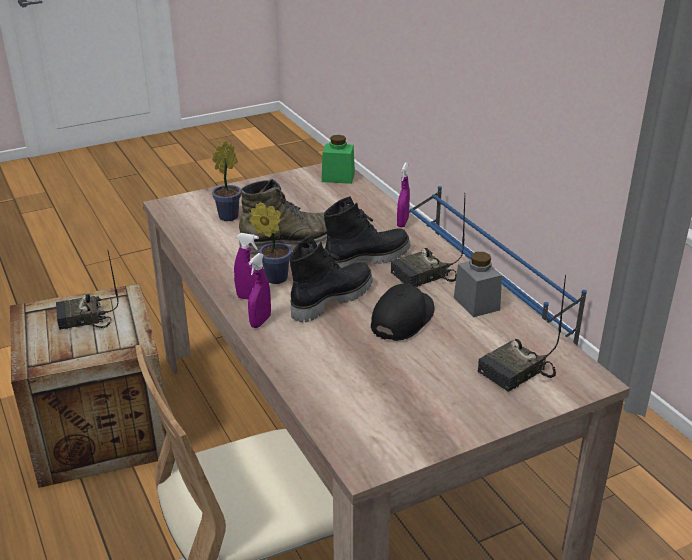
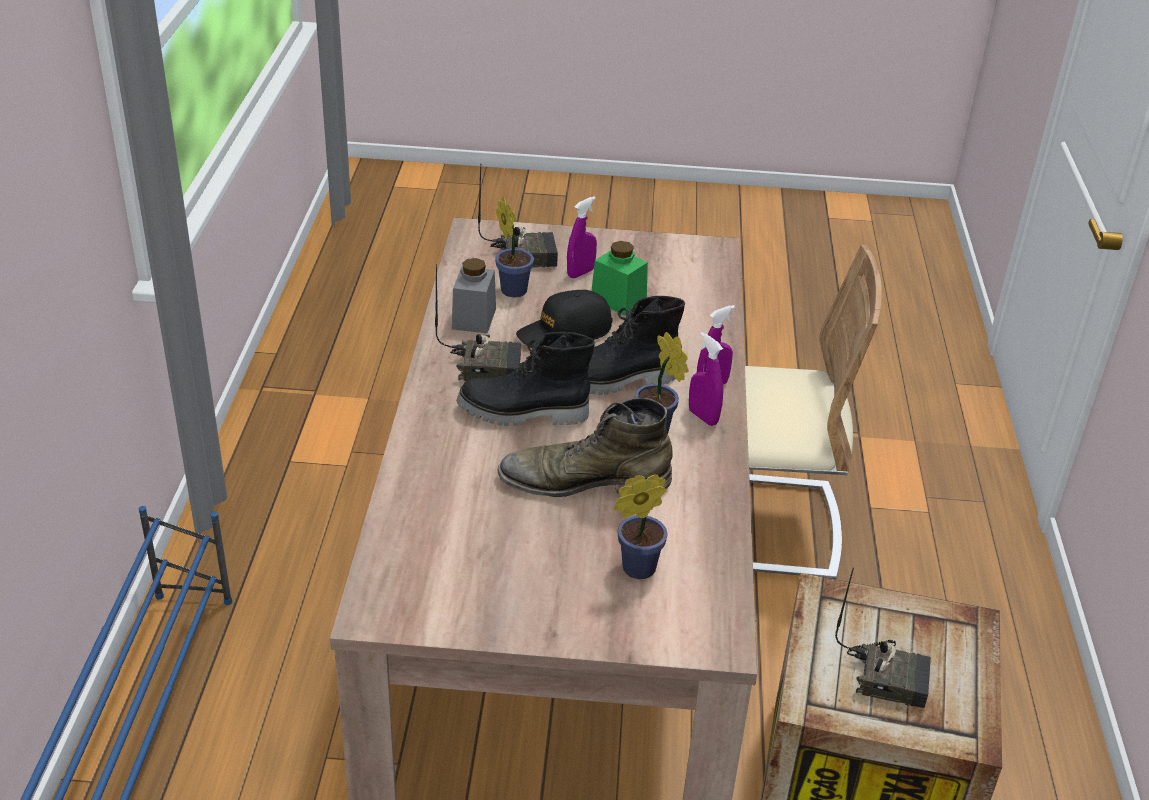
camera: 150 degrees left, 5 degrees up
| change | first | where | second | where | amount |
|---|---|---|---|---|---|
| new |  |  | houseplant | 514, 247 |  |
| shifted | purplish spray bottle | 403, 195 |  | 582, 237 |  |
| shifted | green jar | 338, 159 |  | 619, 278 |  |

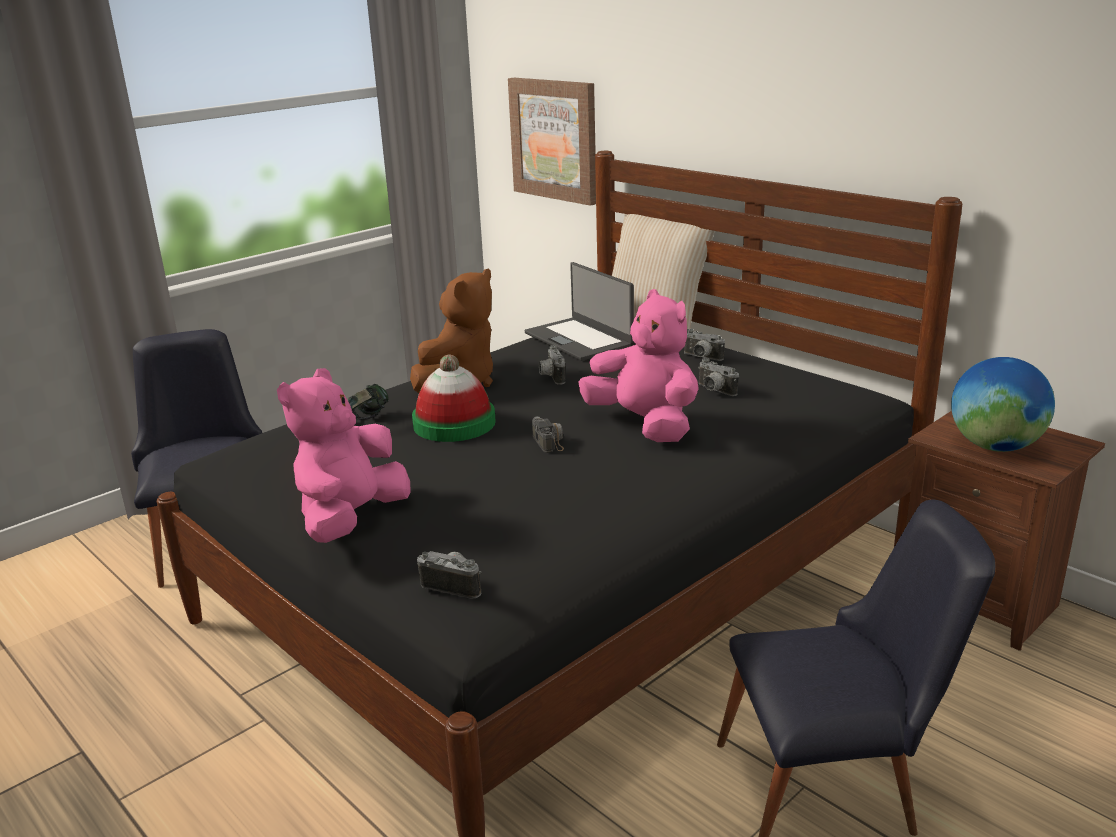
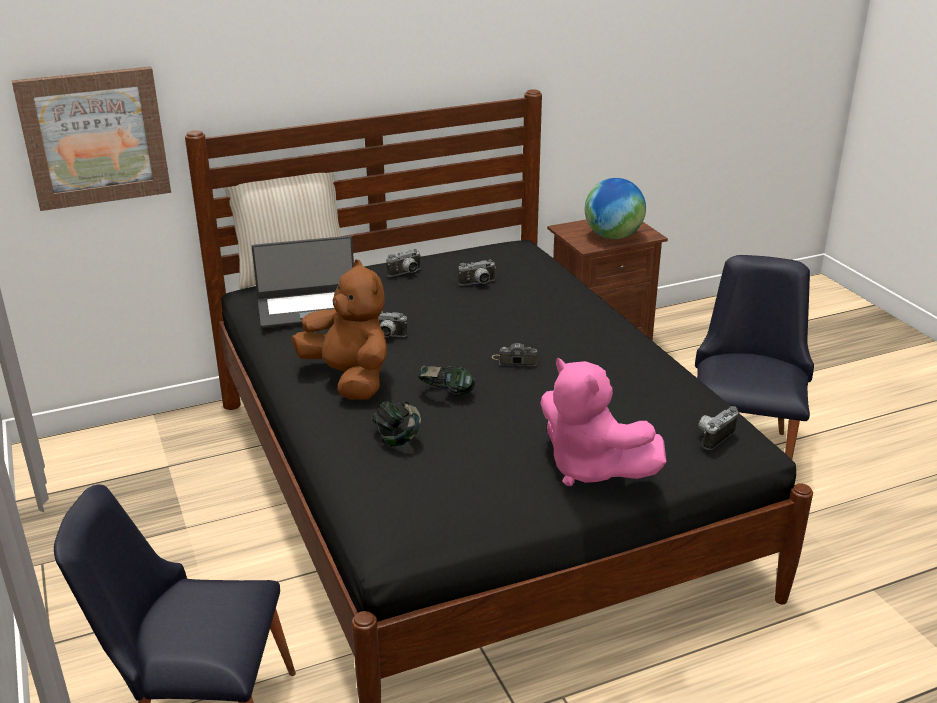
camera: 70 degrees left, 5 degrees up
| change | first | where | second | where | amount |
|---|---|---|---|---|---|
| swapped | clothing hat | 454, 398 | headset | 446, 381 |  |
| gone | pink-coloured plush toy | 639, 365 |  |  |  |

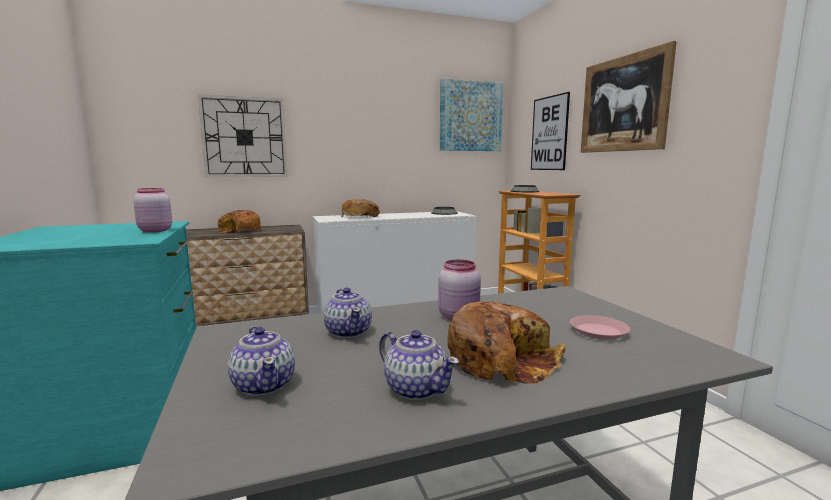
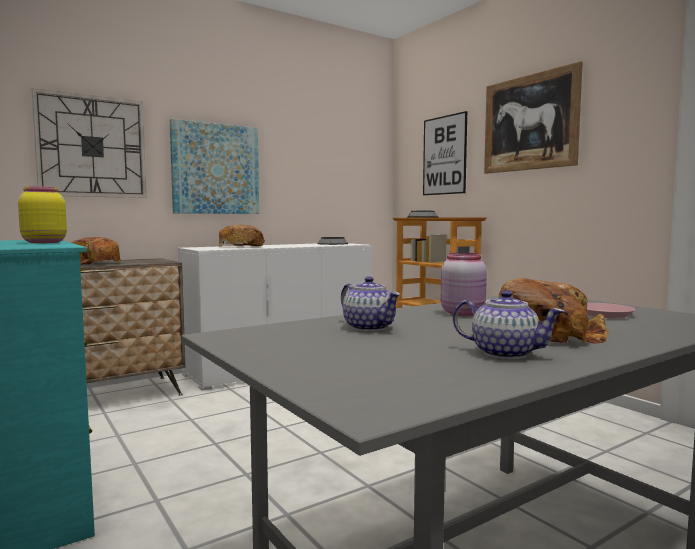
camera: 15 degrees left, 5 degrees down
| change | first | where | second | where | amount |
|---|---|---|---|---|---|
| repainted | pink-coloured jar | 152, 210 | yellowish jar | 42, 214 |  |
| shifted | picture | 471, 114 |  | 214, 166 |  |
| gone | tea pot | 261, 361 |  |  |  |

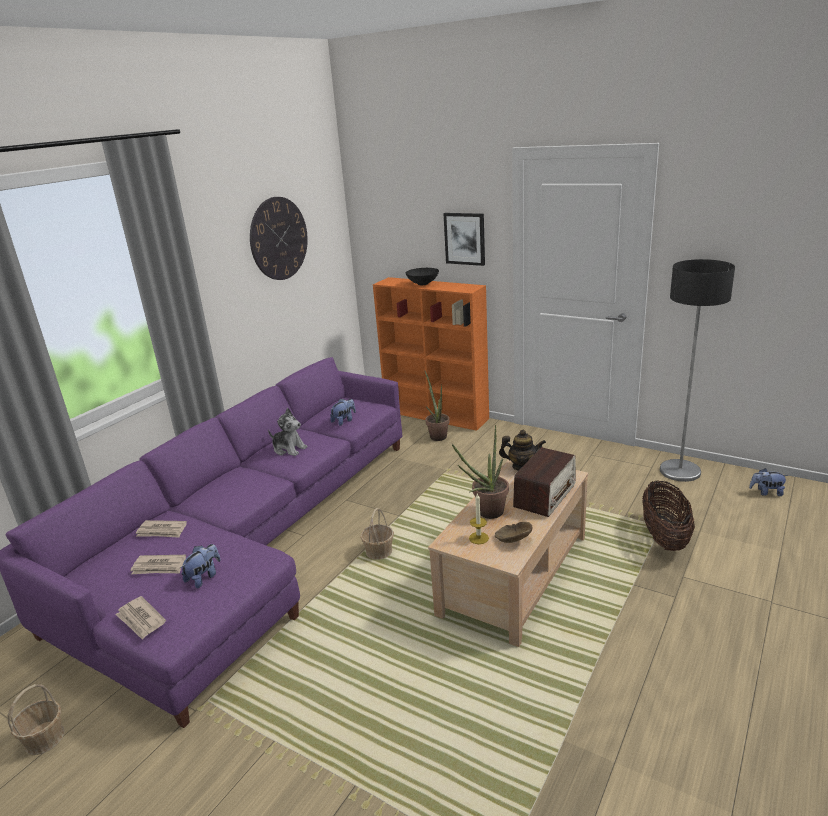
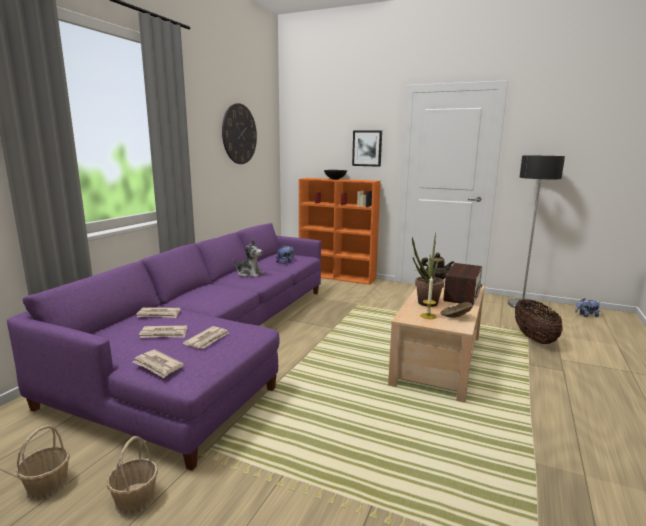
camera: 10 degrees left, 10 degrees down
| change | first | where | second | where | amount |
|---|---|---|---|---|---|
| shifted | basket | 377, 534 |  | 132, 476 |  |
| swapped | plush toy | 201, 566 | daily paper | 206, 337 |  |
| gone | houseplant | 437, 406 |  |  |  |

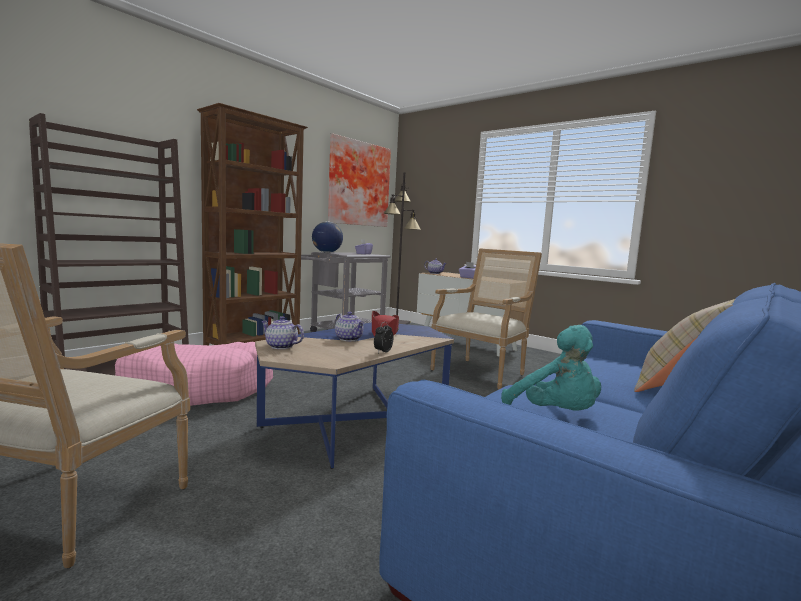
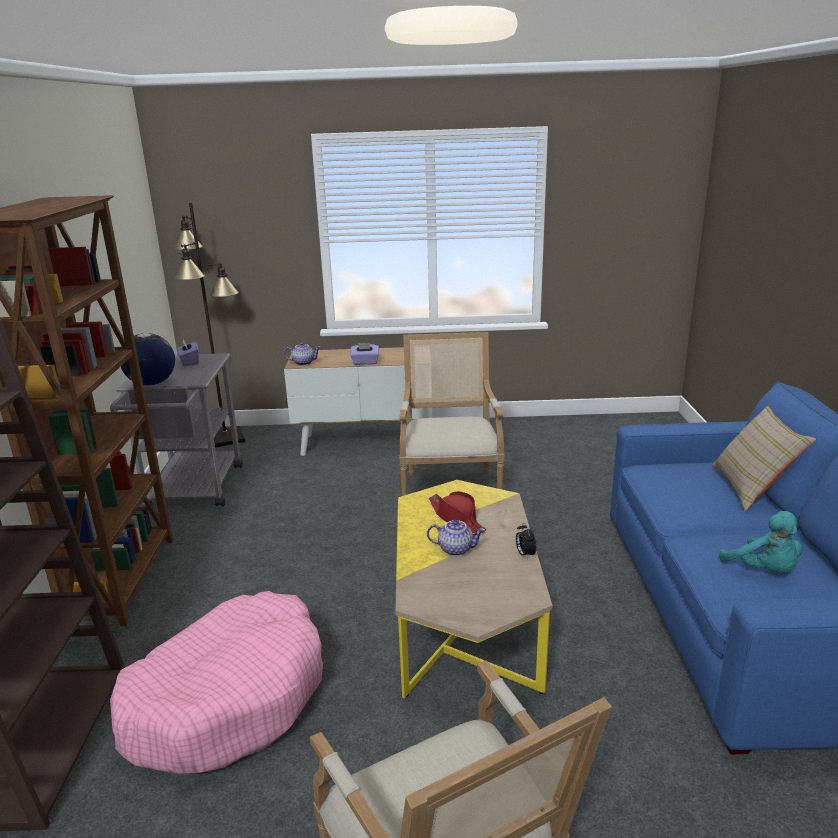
camera: 40 degrees left, 15 degrees up
| change | first | where | second | where | amount |
|---|---|---|---|---|---|
| repainted | bluish lounge table | 354, 395 | yellowish lounge table | 473, 589 |  |
| rotated | blue-green plush toy | 551, 368 |  | 760, 541 | 45 degrees clockwise |
| gone | tea pot | 282, 332 |  |  |  |
| gone | picture | 359, 180 |  |  |  |

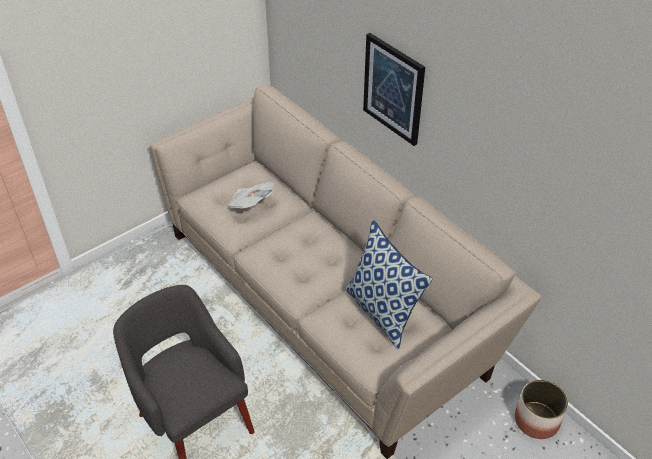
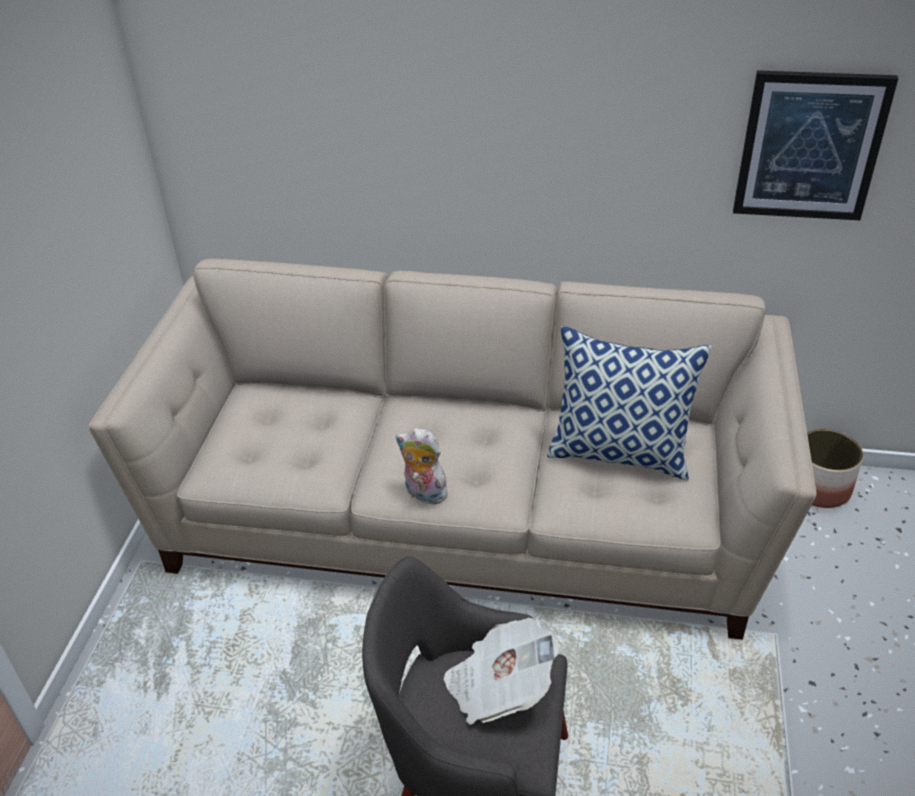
camera: 40 degrees left, 5 degrees down
| change | first | where | second | where | amount |
|---|---|---|---|---|---|
| new |  |  | plush toy | 424, 466 |  |
| shifted | daily paper | 251, 195 |  | 502, 671 |  |
| shifted | picture | 394, 89 |  | 815, 145 |  |

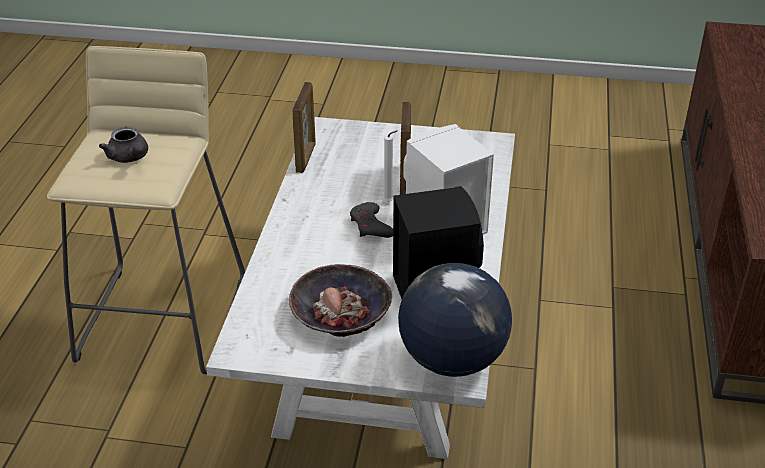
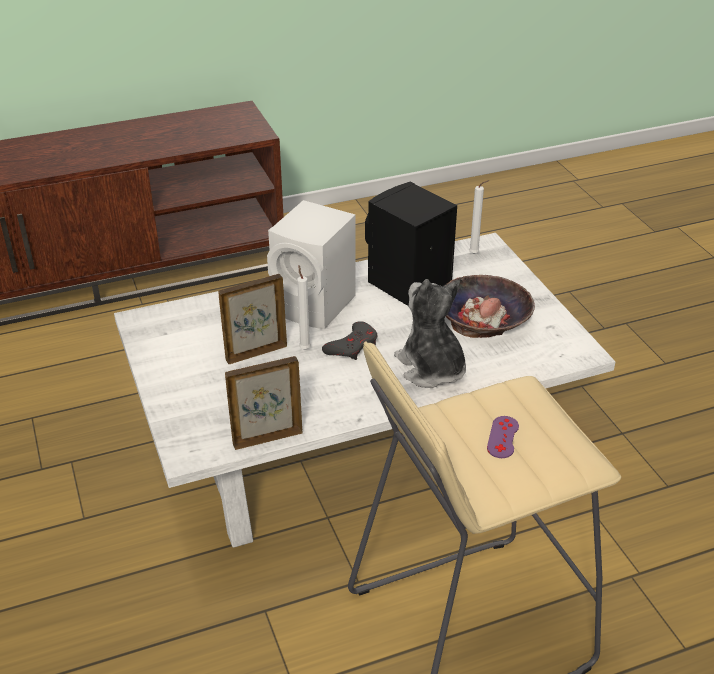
camera: 120 degrees left, 0 degrees up
| change | first | where | second | where | amount |
|---|---|---|---|---|---|
| new |  |  | plush toy | 430, 333 |  |
| swapped | globe | 455, 320 | white-coloured candle | 479, 217 |  |
| swapped | greyish tea pot | 123, 145 | purplish joypad | 503, 437 |  |

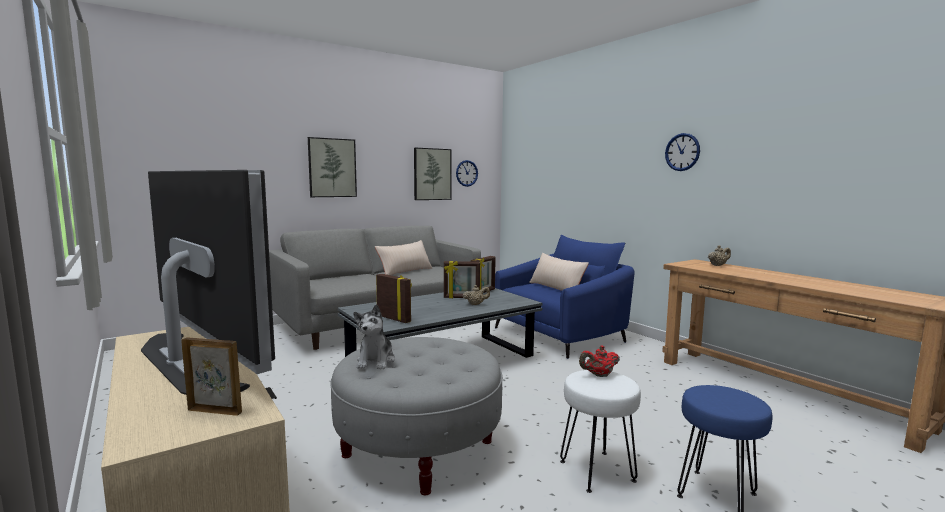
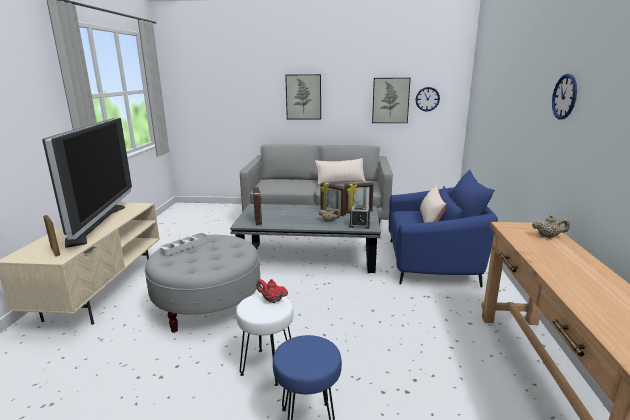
camera: 40 degrees right, 10 degrees up
| change | first | where | second | where | amount |
|---|---|---|---|---|---|
| swapped | plush toy | 374, 336 | greyish tray | 183, 244 |  |
| new |  |  | table clock | 359, 217 |  |

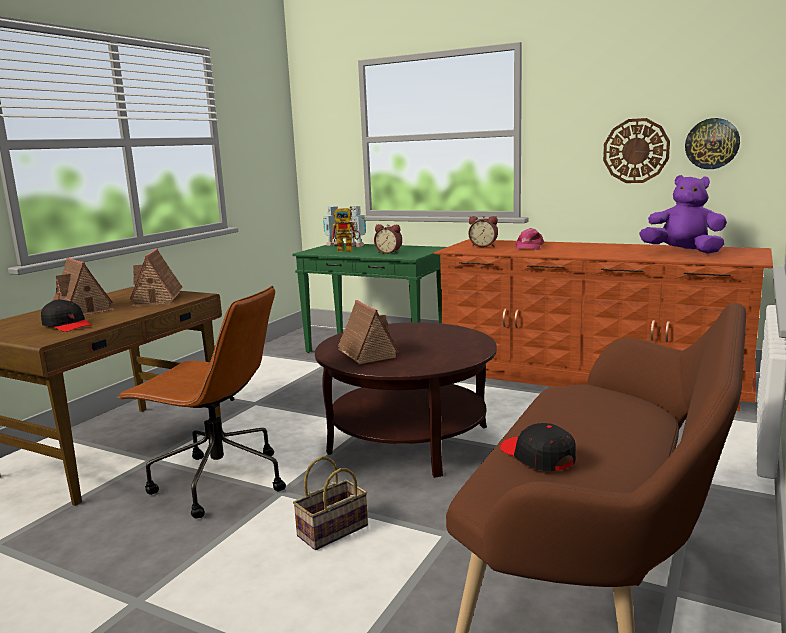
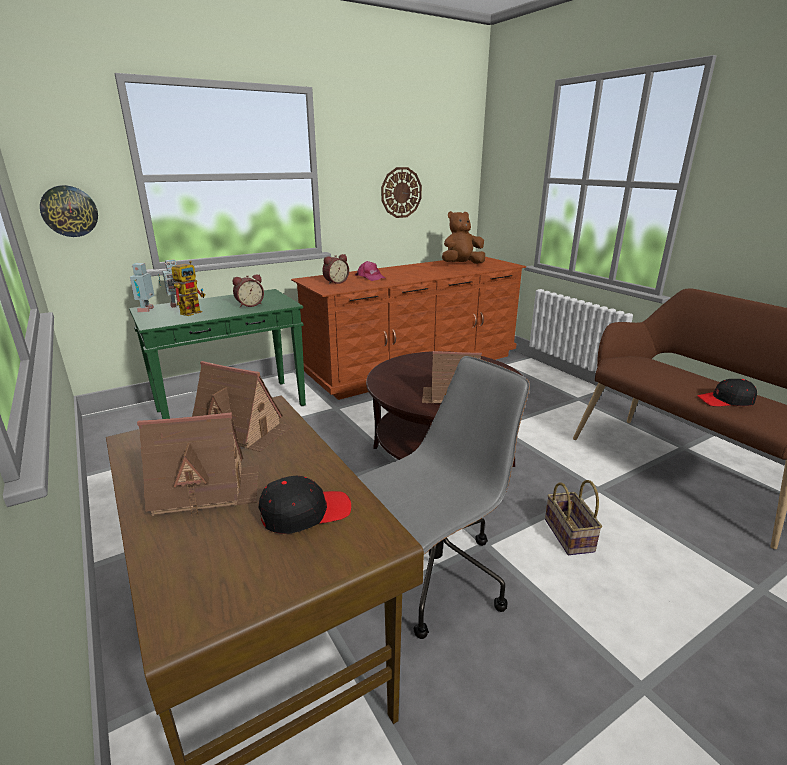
camera: 60 degrees left, 10 degrees up
| change | first | where | second | where | amount |
|---|---|---|---|---|---|
| shifted | hanging clock | 712, 143 |  | 69, 211 |  |
| repainted | brownish desk chair | 201, 402 | greyish desk chair | 444, 497 |  |
| repainted | purplish plush toy | 683, 214 | brownish plush toy | 463, 237 |  |

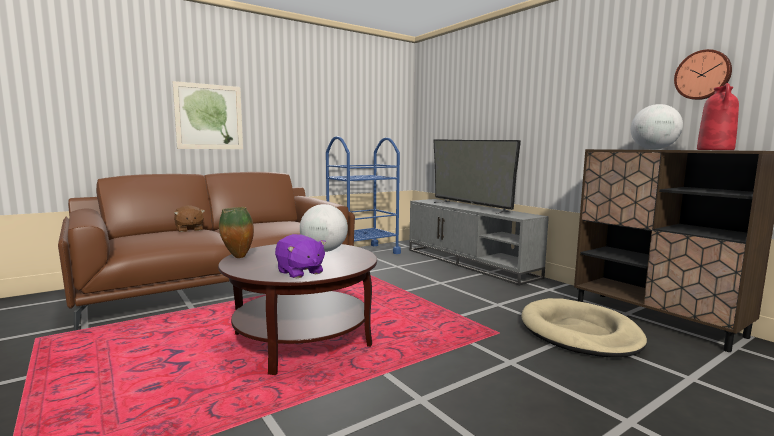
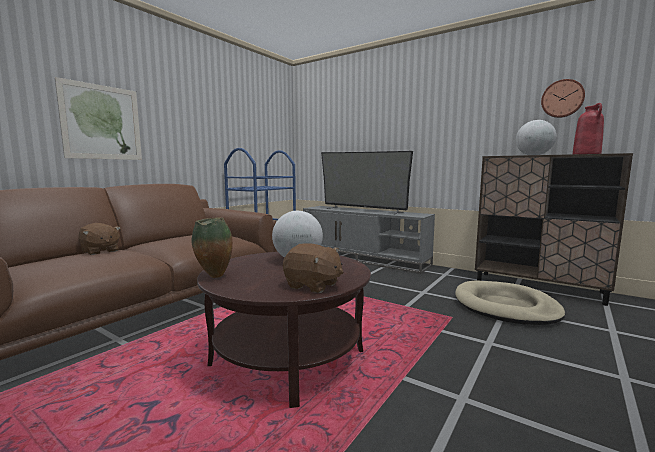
camera: 20 degrees left, 0 degrees up
| change | first | where | second | where | amount |
|---|---|---|---|---|---|
| repainted | purplish plush toy | 300, 256 | brownish plush toy | 313, 268 |  |

